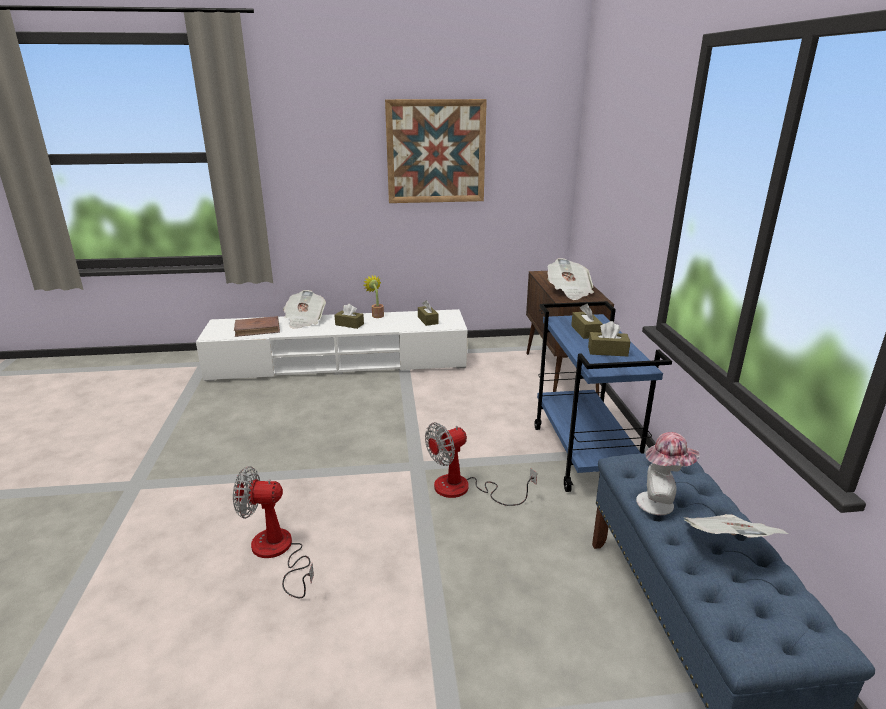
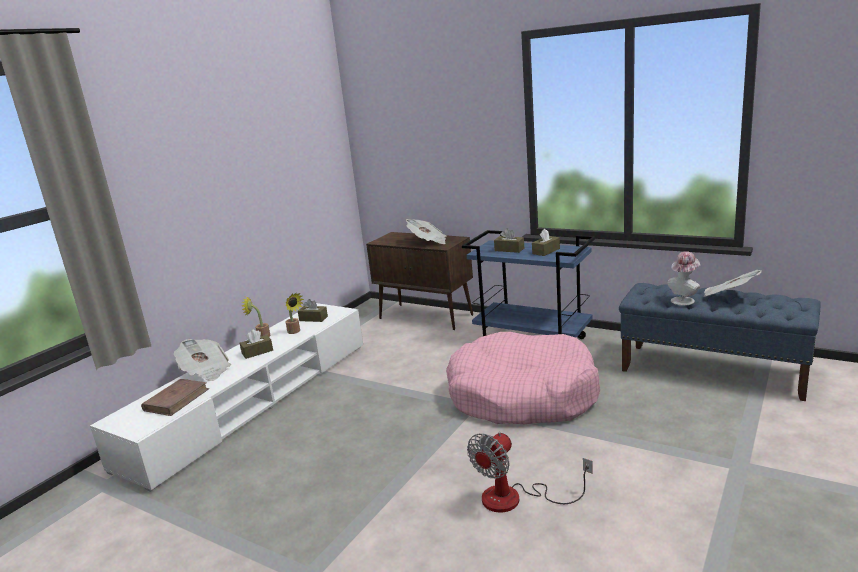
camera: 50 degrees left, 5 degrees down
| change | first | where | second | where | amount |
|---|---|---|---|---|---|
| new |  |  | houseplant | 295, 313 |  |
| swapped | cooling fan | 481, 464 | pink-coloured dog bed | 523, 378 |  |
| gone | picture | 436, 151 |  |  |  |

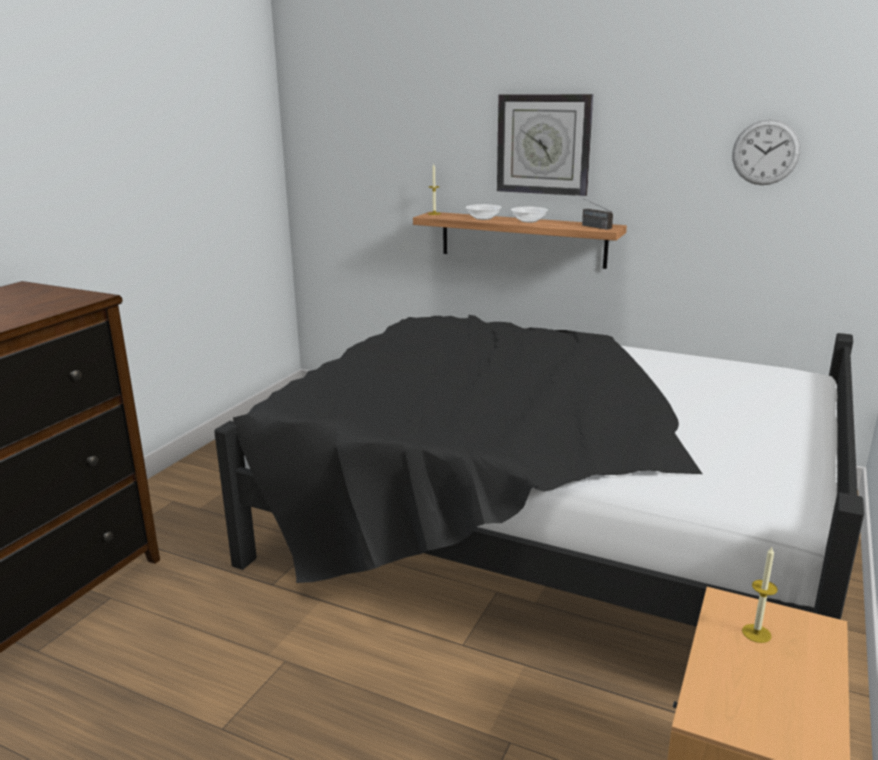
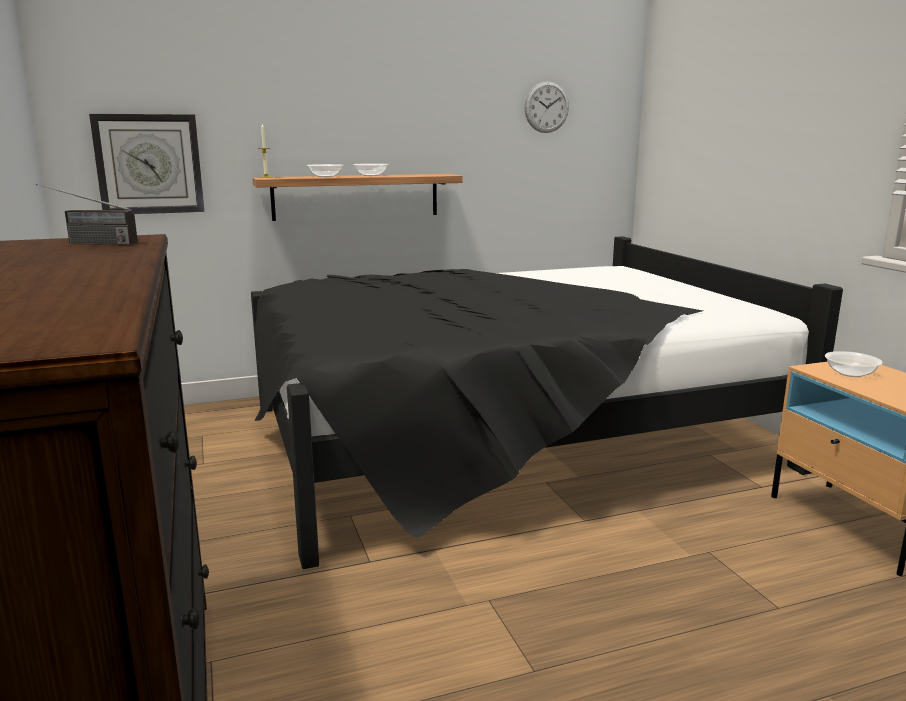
camera: 45 degrees left, 5 degrees down
| change | first | where | second | where | amount |
|---|---|---|---|---|---|
| shifted | radio | 594, 212 |  | 87, 214 |  |
| shifted | hanging clock | 545, 145 |  | 146, 164 |  |
| swapped | candle | 760, 595 | deep dish | 853, 364 |  |

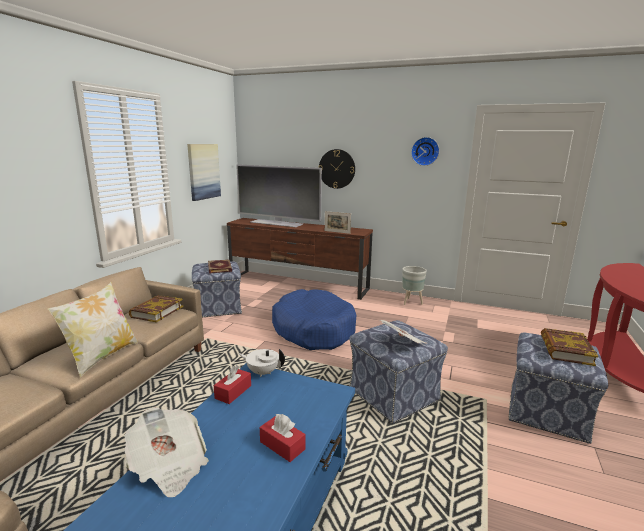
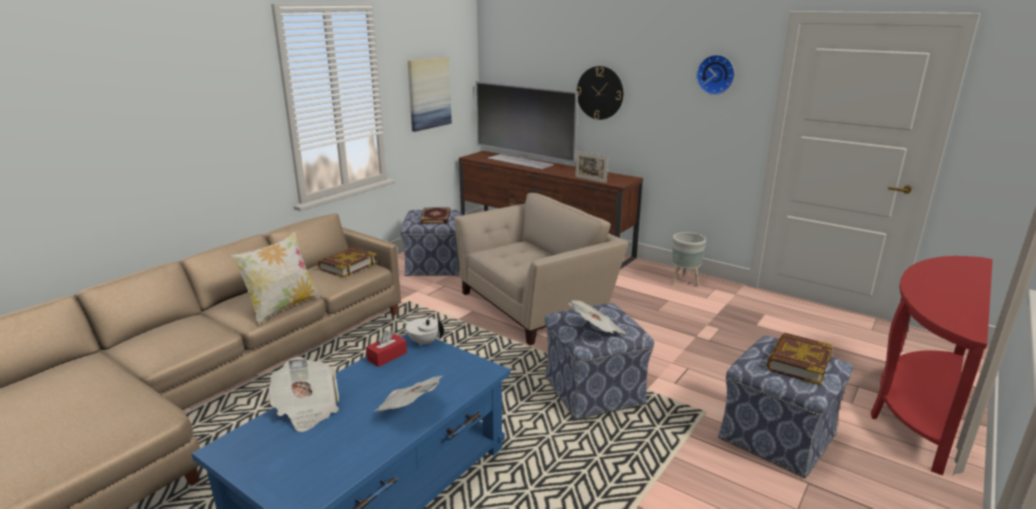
camera: 15 degrees right, 5 degrees up
| change | first | where | second | where | amount |
|---|---|---|---|---|---|
| swapped | red tissue box | 282, 438 | daily paper | 408, 394 |  |
| swapped | bluish dog bed | 314, 319 | beige armchair | 541, 269 |  |

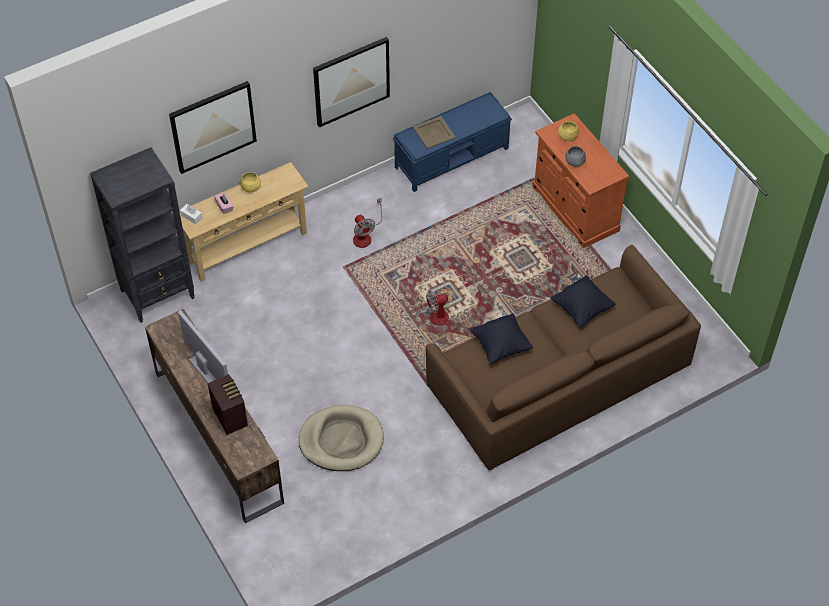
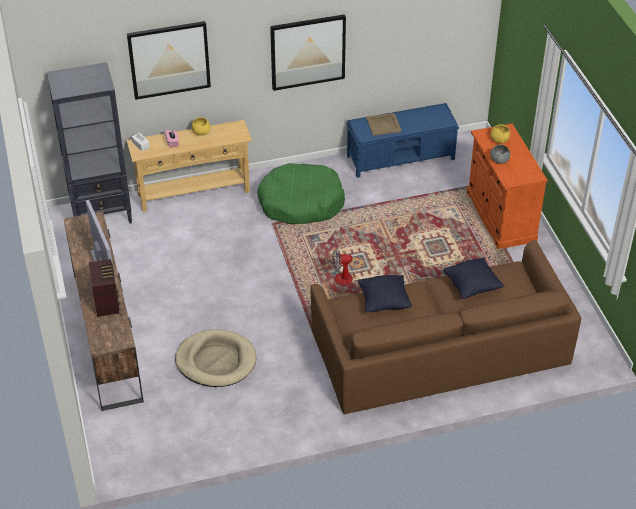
camera: 15 degrees right, 10 degrees down
| change | first | where | second | where | amount |
|---|---|---|---|---|---|
| swapped | cooling fan | 367, 223 | green dog bed | 301, 193 |  |

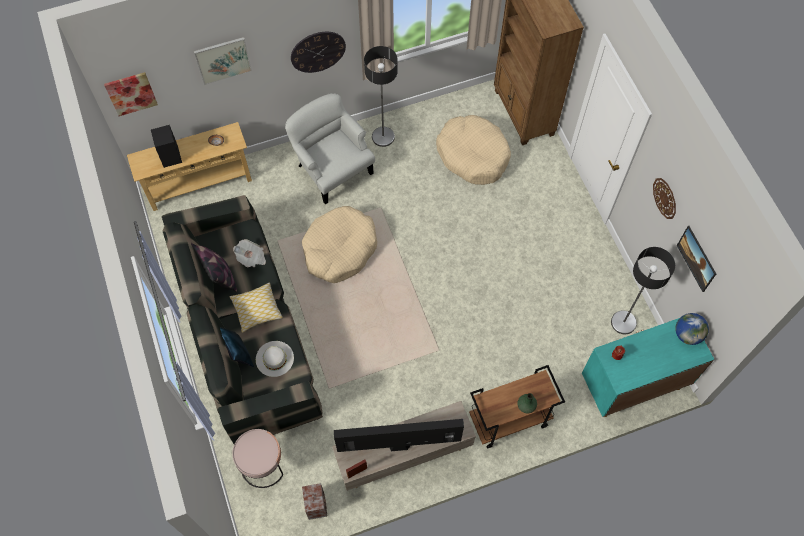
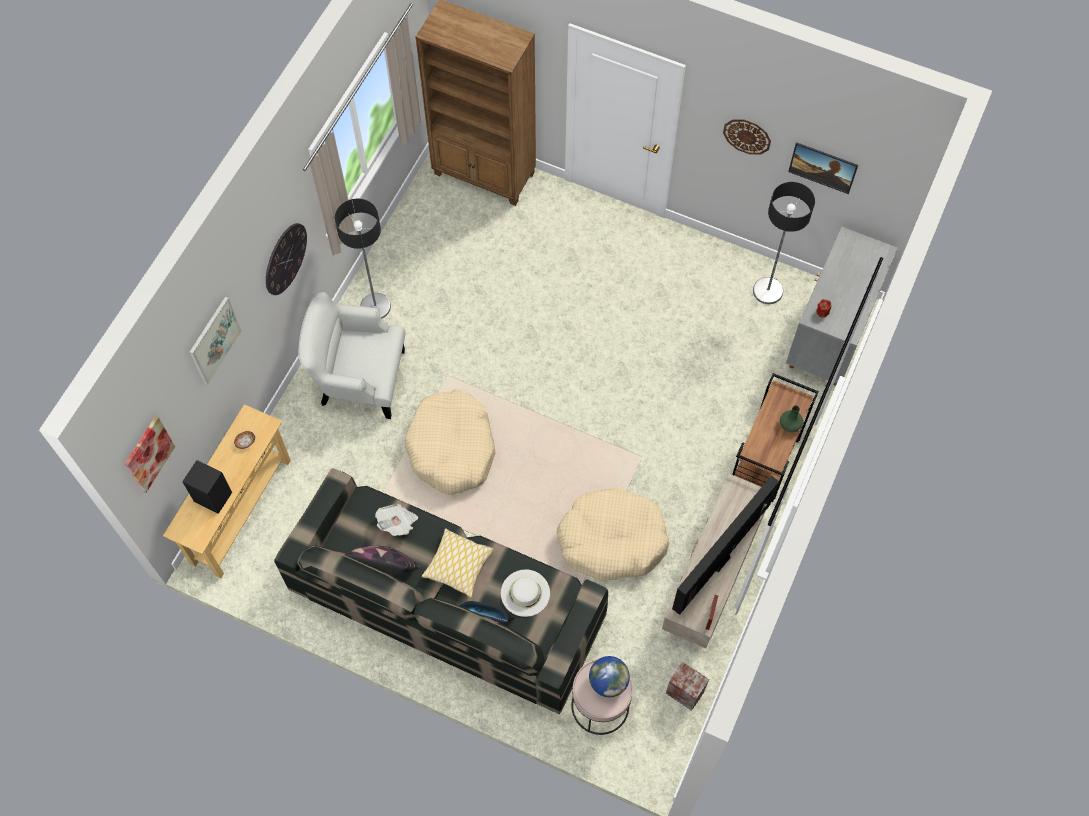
camera: 45 degrees left, 0 degrees up
| change | first | where | second | where | amount |
|---|---|---|---|---|---|
| shifted | beige dog bed | 473, 150 |  | 612, 534 |  |
| shifted | globe | 692, 329 |  | 609, 676 |  |
| repainted | blue-green storage cabinet | 648, 367 | greyish storage cabinet | 842, 306 |  |

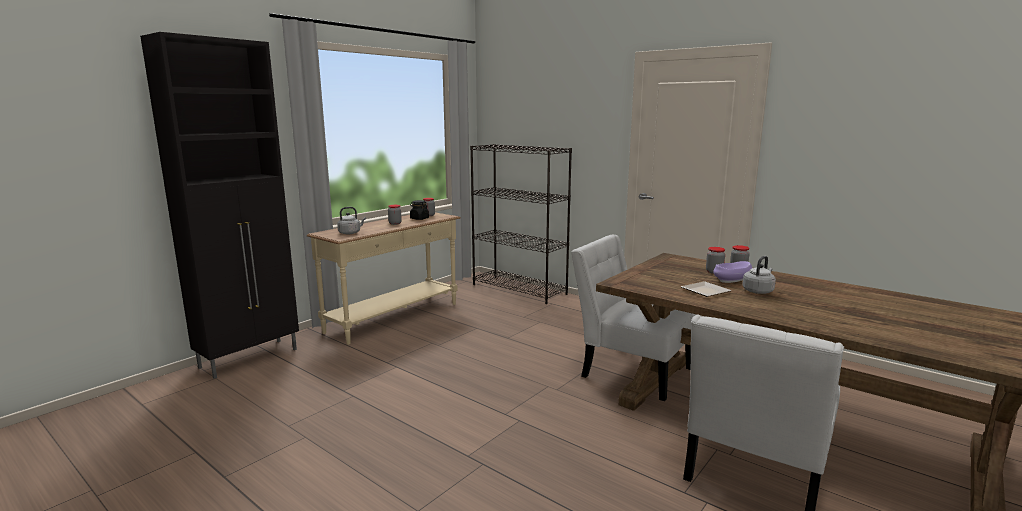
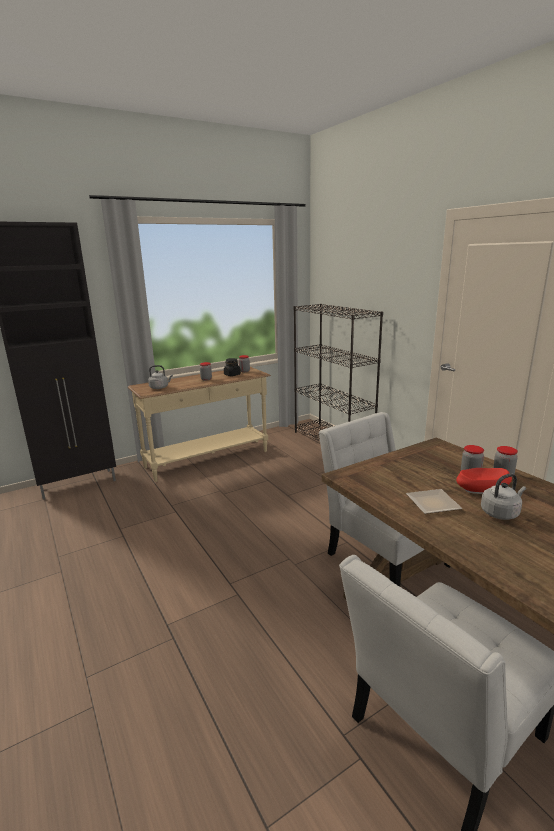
camera: 20 degrees right, 5 degrees up
| change | first | where | second | where | amount |
|---|---|---|---|---|---|
| repainted | purplish deep dish | 732, 272 | red deep dish | 484, 481 |  |

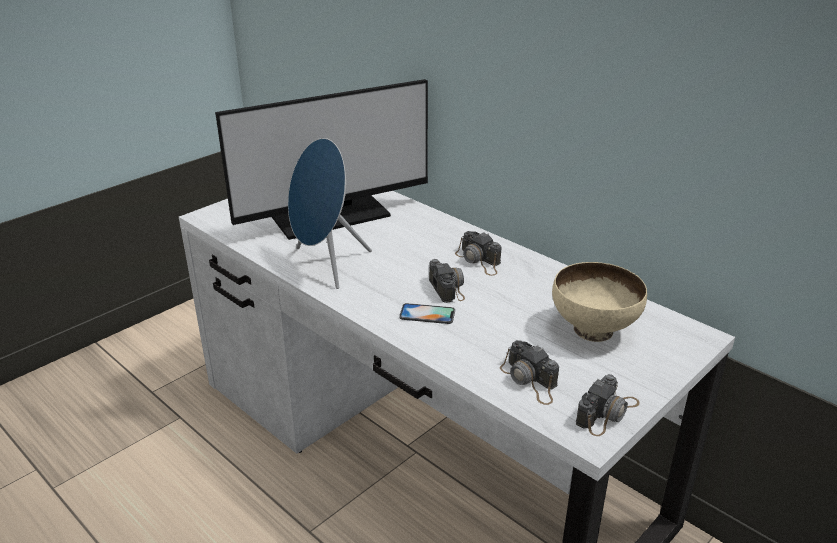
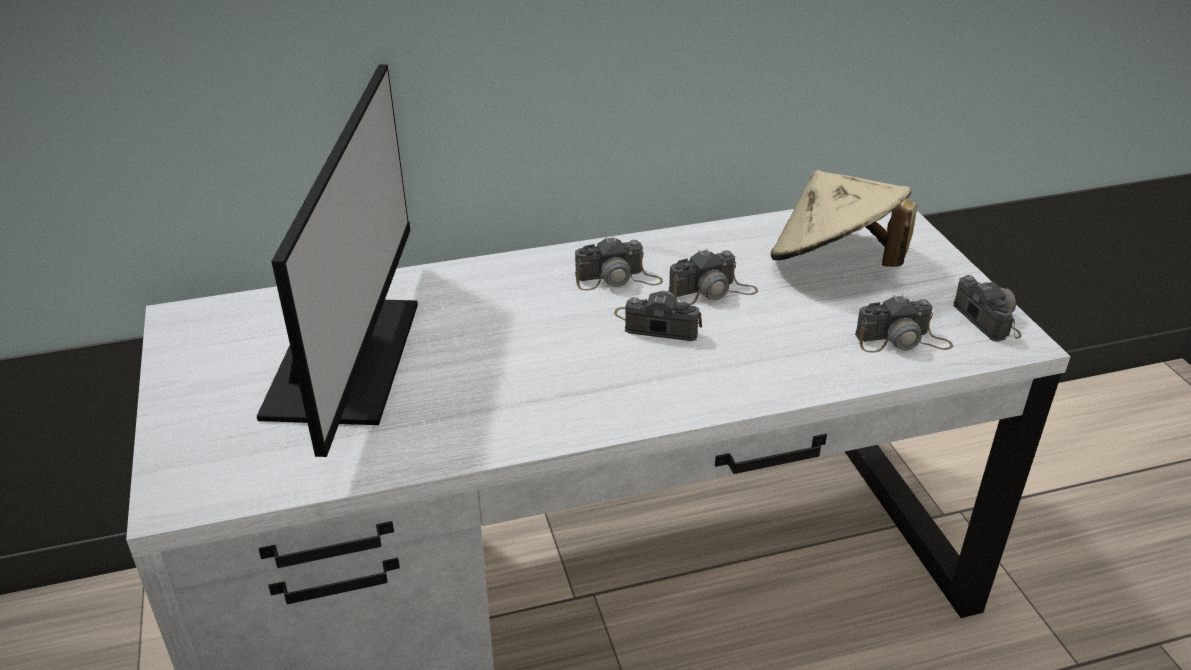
camera: 60 degrees left, 5 degrees up
| change | first | where | second | where | amount |
|---|---|---|---|---|---|
| new |  |  | still camera | 713, 277 |  |
| swapped | beige deep dish | 599, 302 | beige clothing hat | 844, 218 |  |
| gone | bluish speaker | 330, 213 |  |  |  |
| gone | phone | 427, 313 |  |  |  |

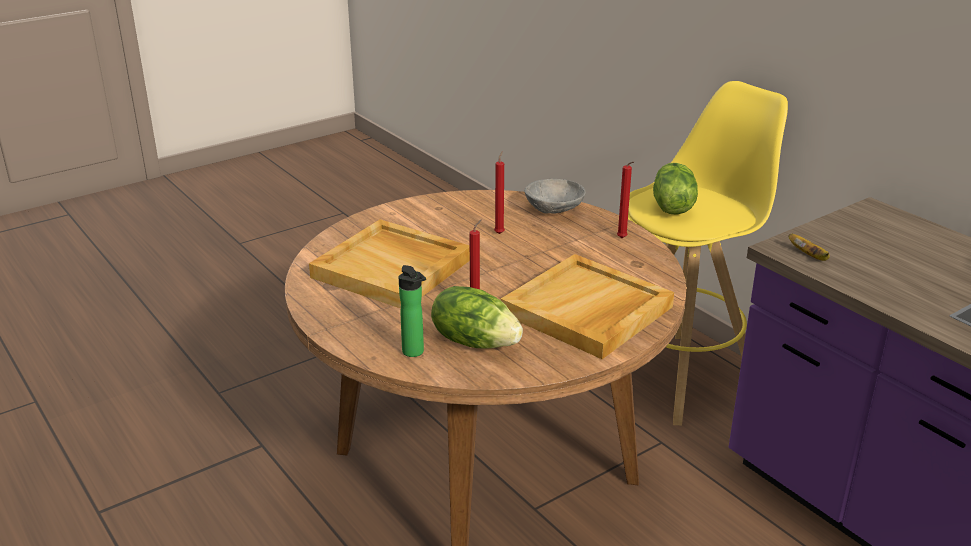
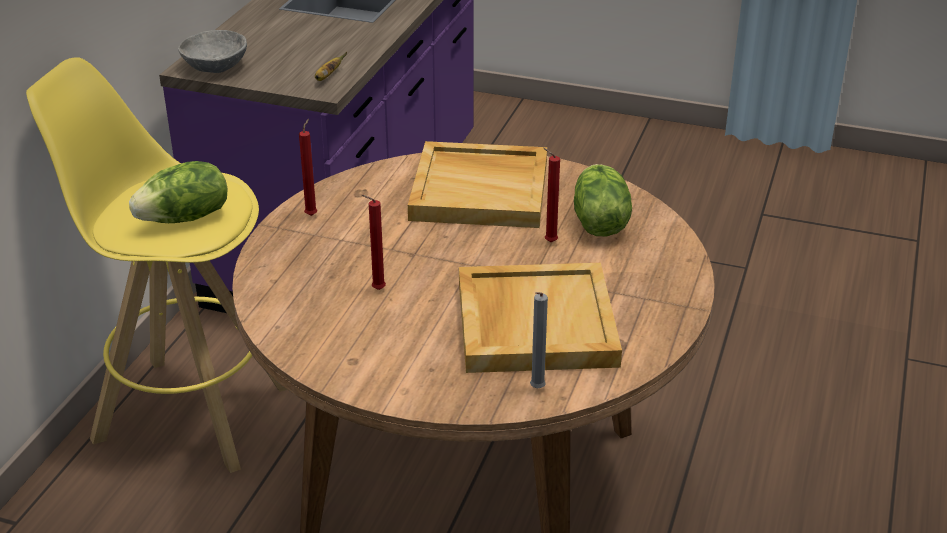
camera: 125 degrees left, 5 degrees up
| change | first | where | second | where | amount |
|---|---|---|---|---|---|
| shifted | greyish deep dish | 555, 196 |  | 212, 51 |  |
| new |  |  | greyish candle | 539, 340 |  |
| gone | beverage bottle | 412, 311 |  |  |  |

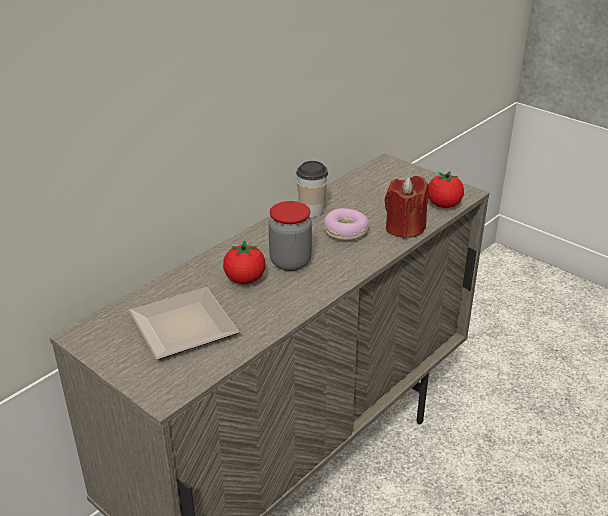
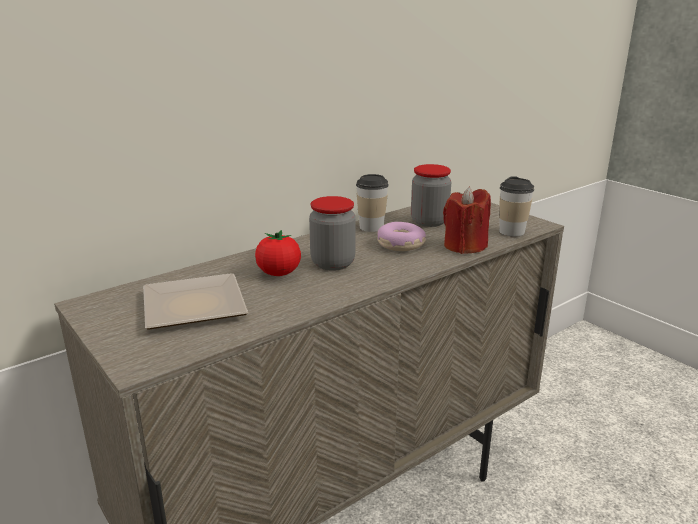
camera: 10 degrees right, 10 degrees down
| change | first | where | second | where | amount |
|---|---|---|---|---|---|
| new |  |  | jar | 431, 195 |  |
| swapped | tomato | 446, 189 | cup | 516, 206 |  |

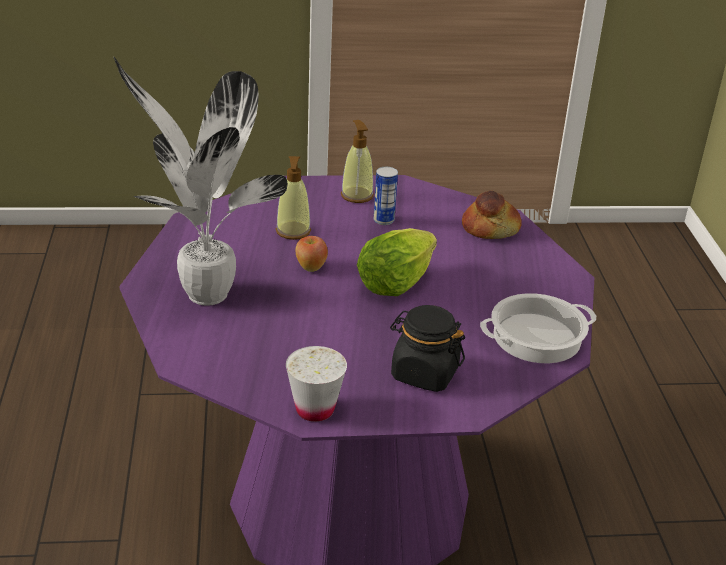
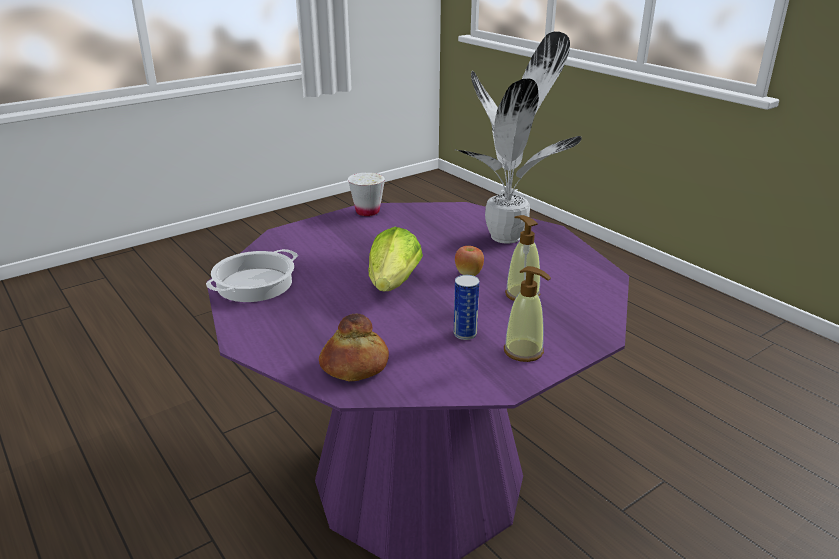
camera: 150 degrees right, 5 degrees down
| change | first | where | second | where | amount |
|---|---|---|---|---|---|
| gone | black jar | 427, 348 |  |  |  |

